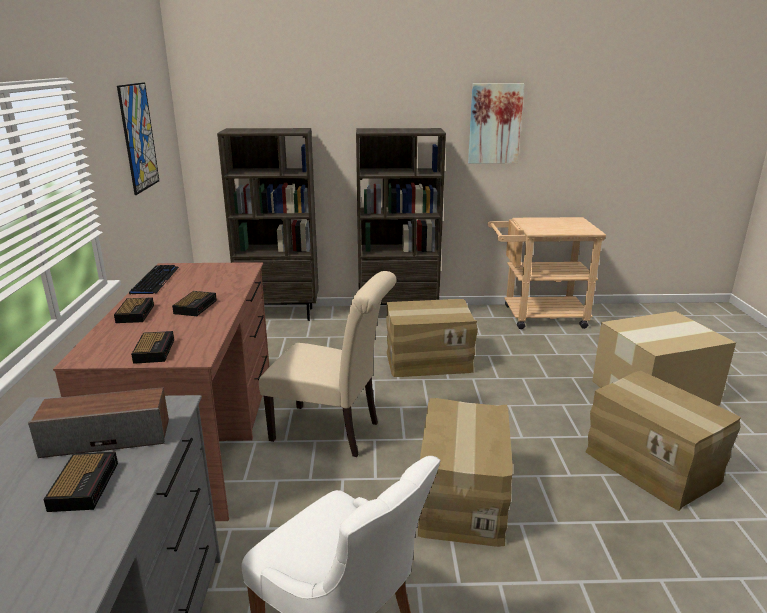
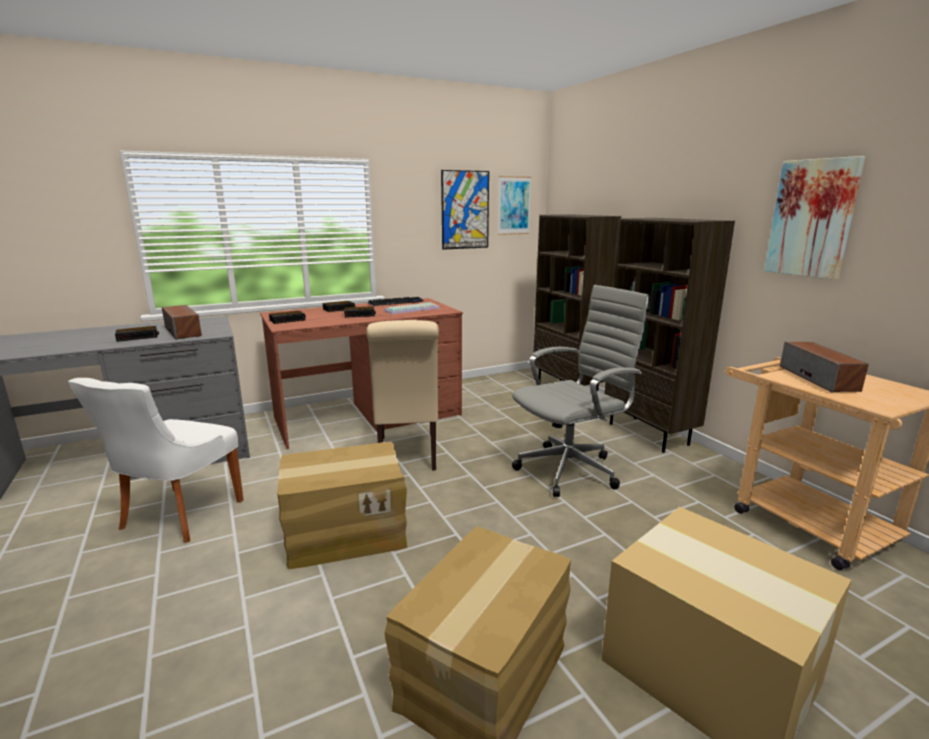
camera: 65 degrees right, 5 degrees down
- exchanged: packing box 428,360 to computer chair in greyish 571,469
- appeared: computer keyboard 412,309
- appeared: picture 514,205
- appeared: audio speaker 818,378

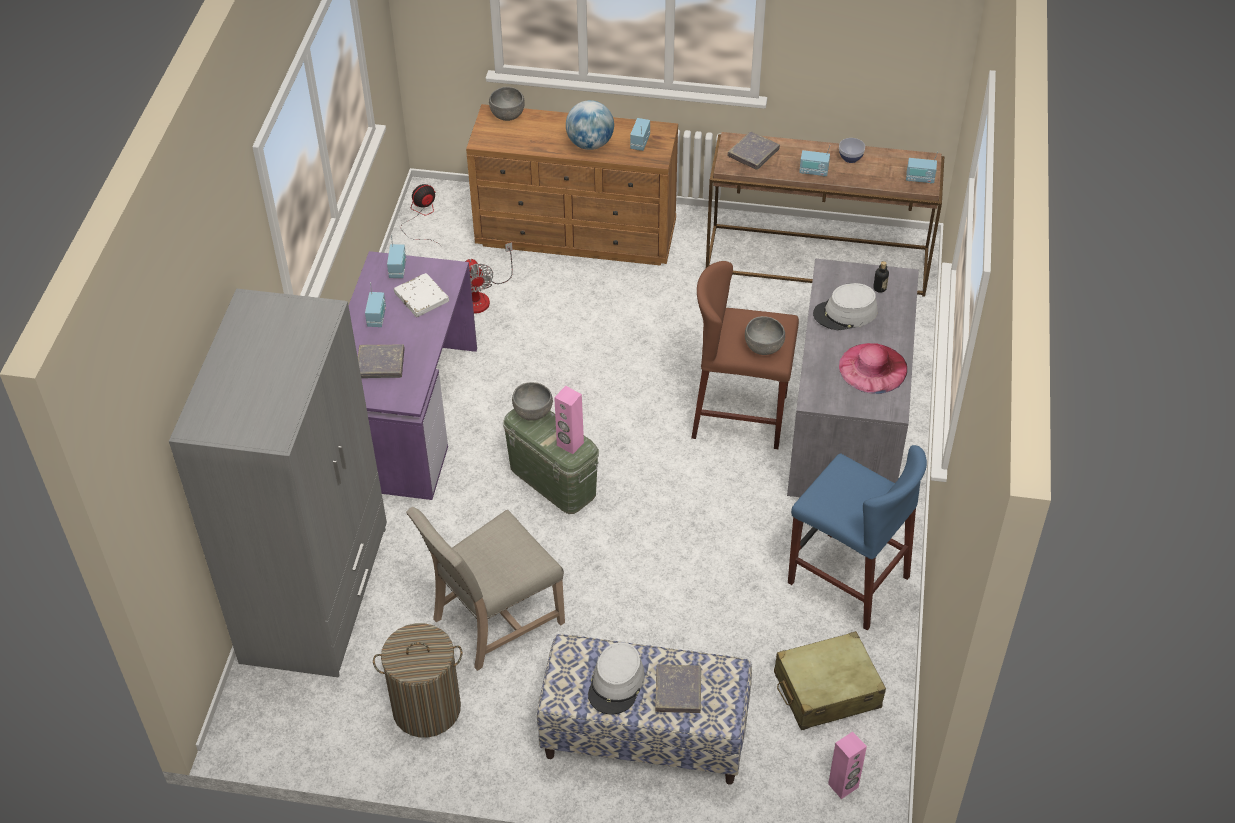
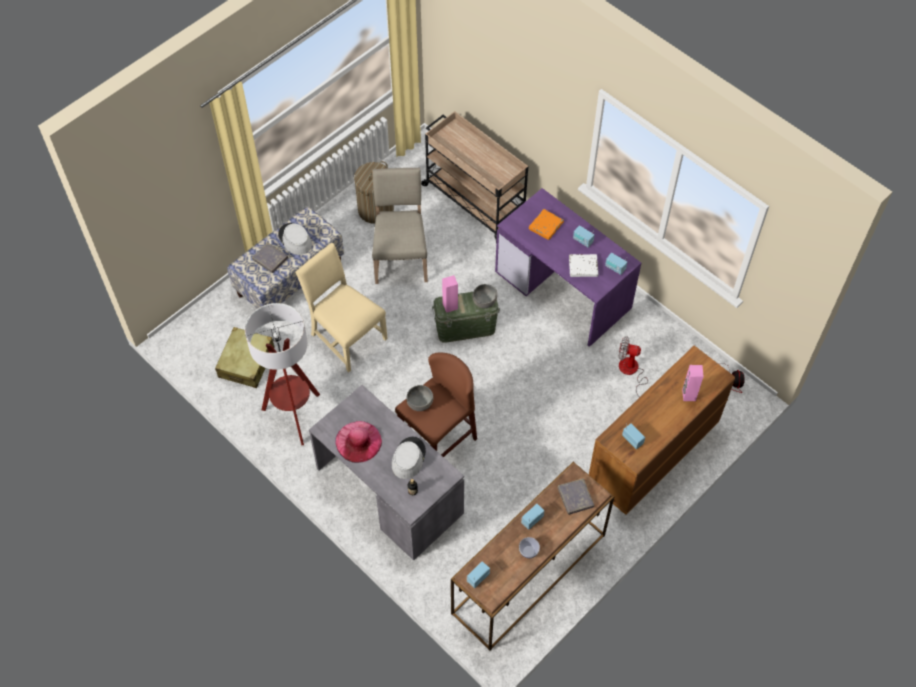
camera: 125 degrees right, 10 degrees up
- exchanged: wardrobe in greyish 317,594 to cart in sand-coloured 474,200
- colour: book in greyish 380,364 to book in orange-coloured 546,226
- missing: serving bowl in greyish 507,116
- missing: desk globe 590,144
- exchanged: stool seat in blue 848,580 to floor lamp 294,416
- relocated: audio speaker in pink 843,786 to 688,395
- appeared: upright chair in sand-coloured 346,336

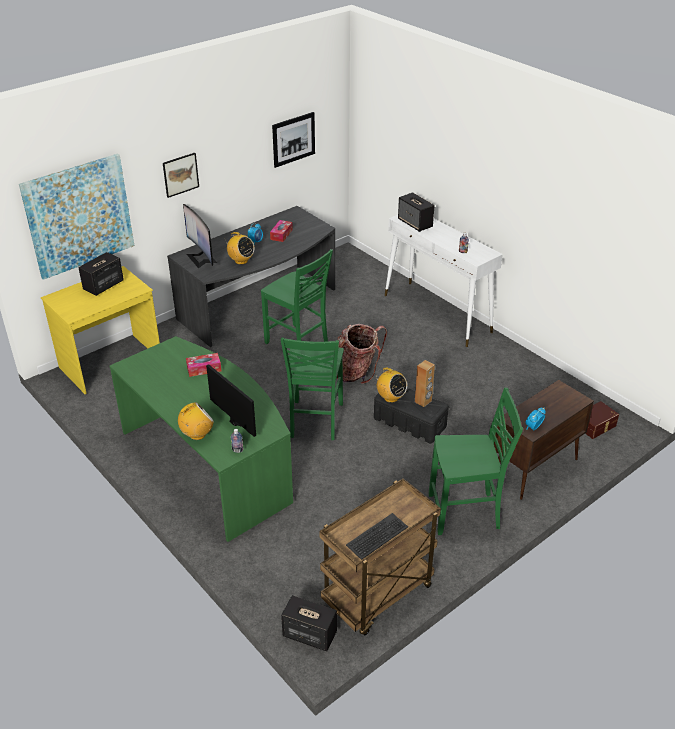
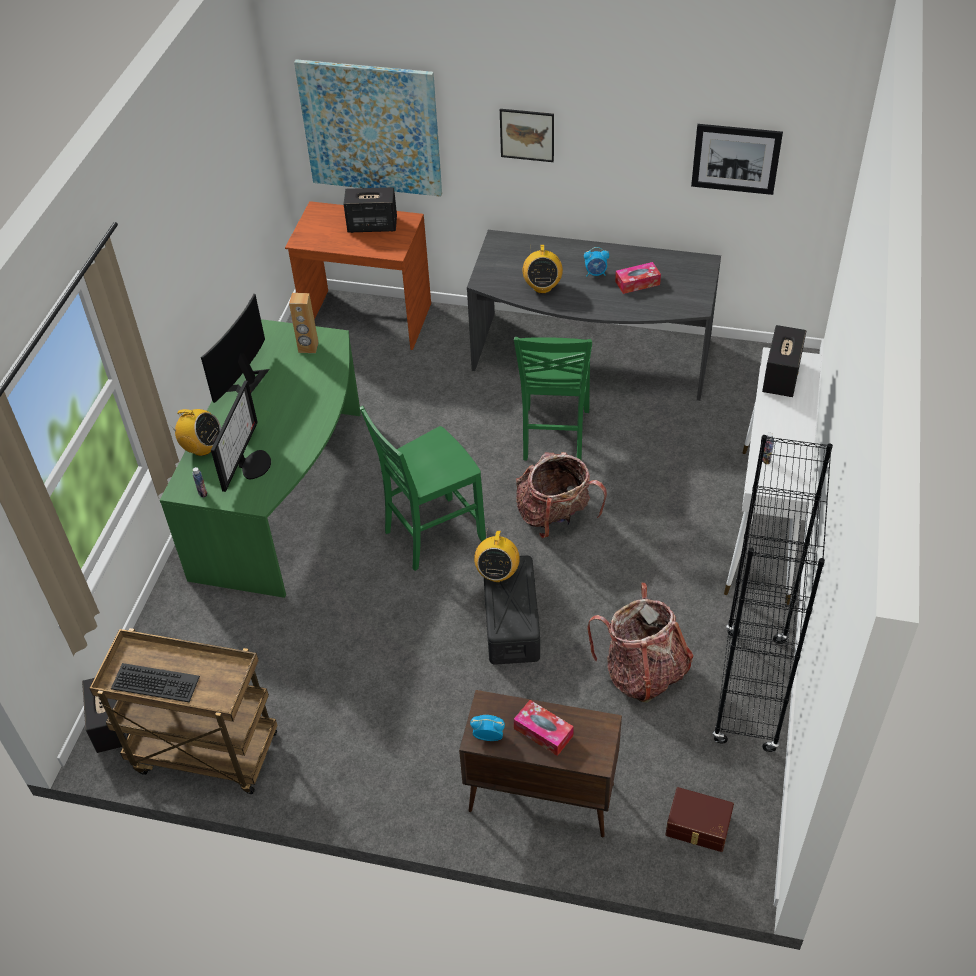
camera: 55 degrees right, 10 degrees up
- colour: desk in yellow 111,364 to desk in brown 367,320
- relocated: computer display 201,258 to 243,381
- relocated: tissue box 204,369 to 543,732
- relocated: audio speaker in brown 423,401 to 308,347
- missing: upright chair in green 465,513
- appeared: backpack 642,672
- appeared: shelving unit in black 750,691

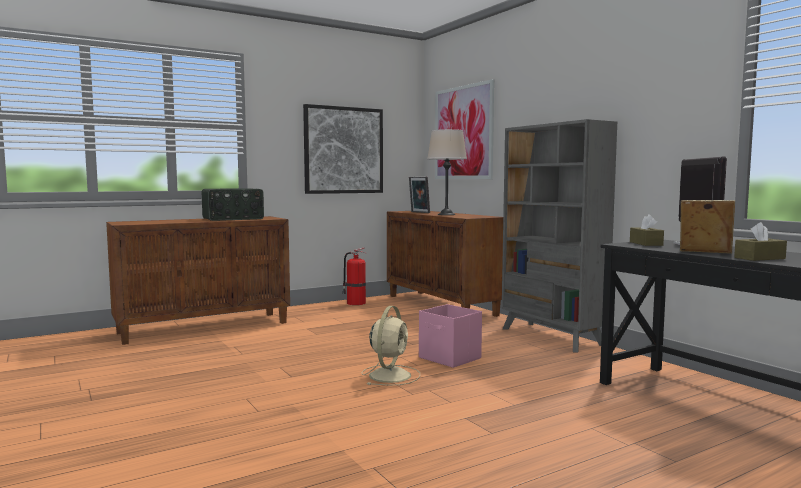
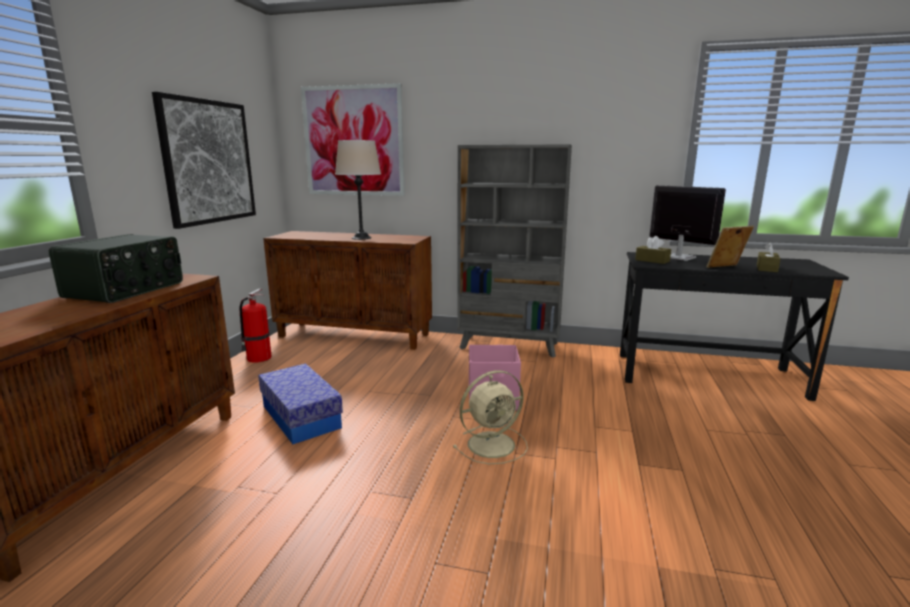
camera: 45 degrees left, 10 degrees up
- spun: cooling fan in sand-coloured 390,375 = 493,444 90 degrees clockwise
- missing: photo frame 419,212
- appeared: storage box 301,417

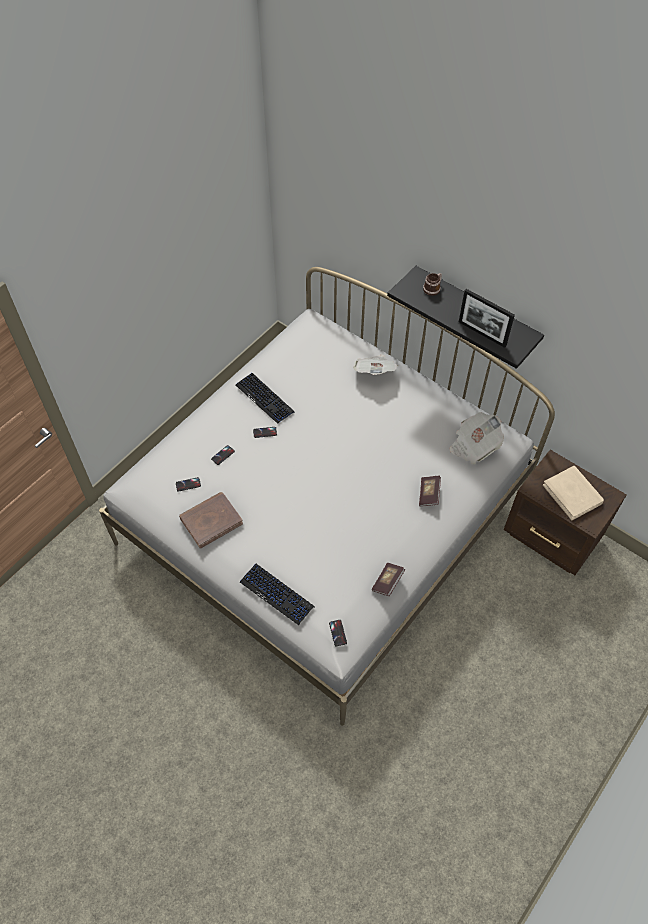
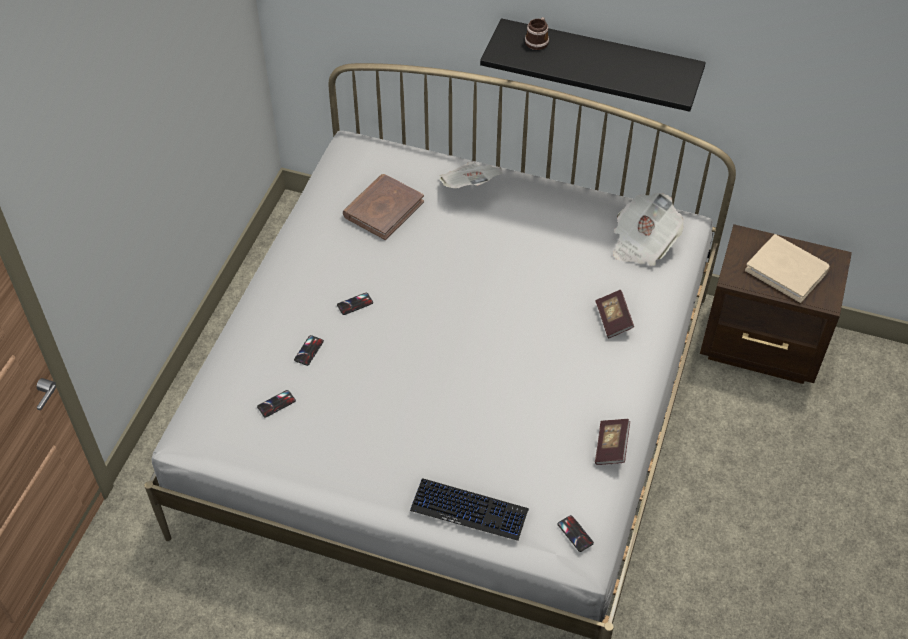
camera: 20 degrees left, 5 degrees down
- relocated: book in brown 211,521 to 383,209
- missing: computer keyboard 265,398
- missing: photo frame 482,333

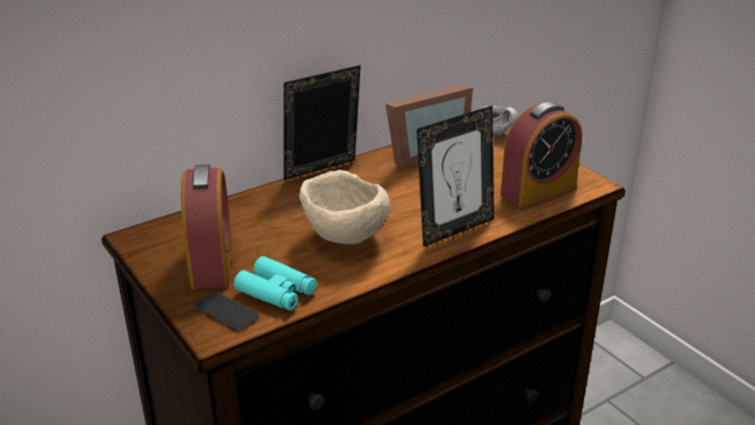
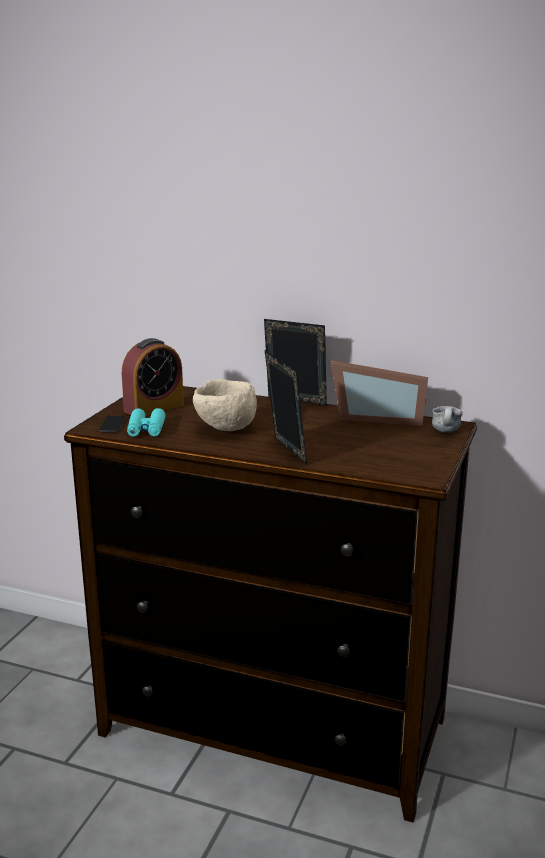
camera: 55 degrees right, 10 degrees down
- spun: photo frame 454,229 = 285,452 135 degrees counterclockwise
- missing: table clock 538,190

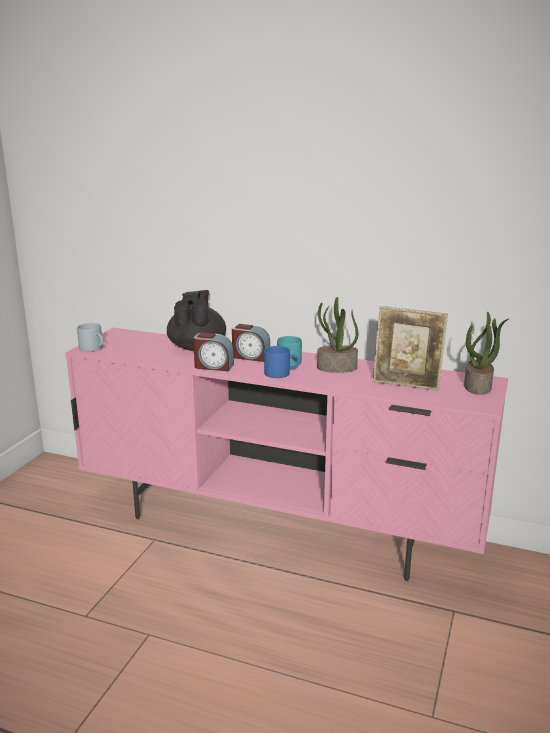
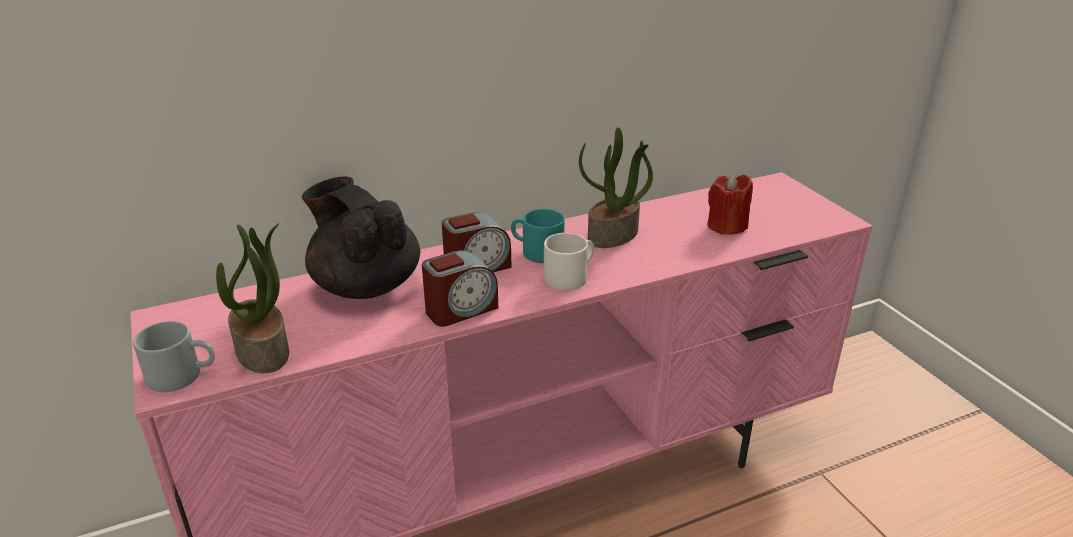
camera: 45 degrees left, 10 degrees up
- colour: tea mug in blue 281,373 to tea mug in white-coloured 570,276
- exchanged: photo frame 406,385 to wax candle in red-coloured 726,226
- relocated: potted plant 478,386 to 264,351

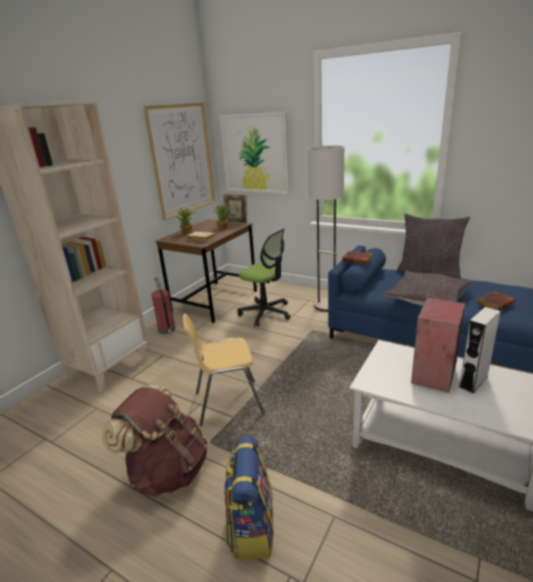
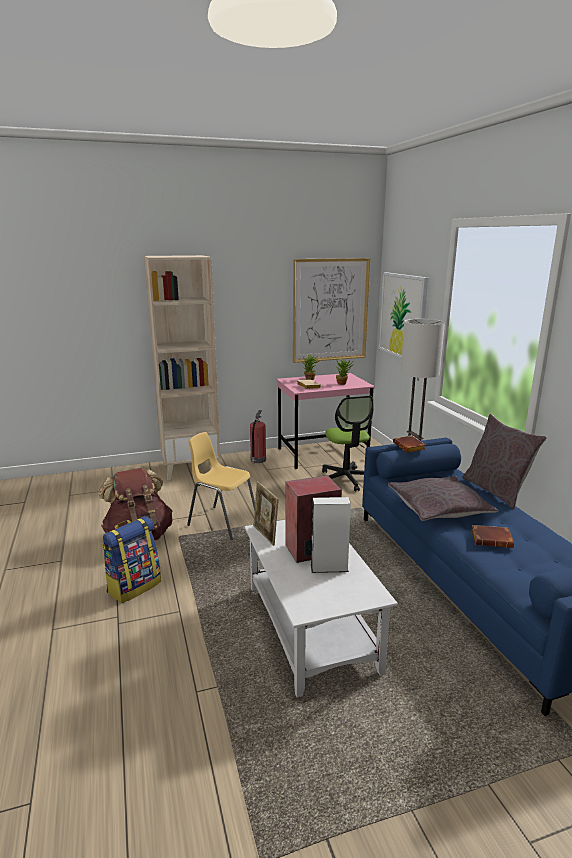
camera: 40 degrees right, 5 degrees down
- colour: desk in brown 215,301 to desk in pink 322,454
- relocated: photo frame 236,223 to 265,535

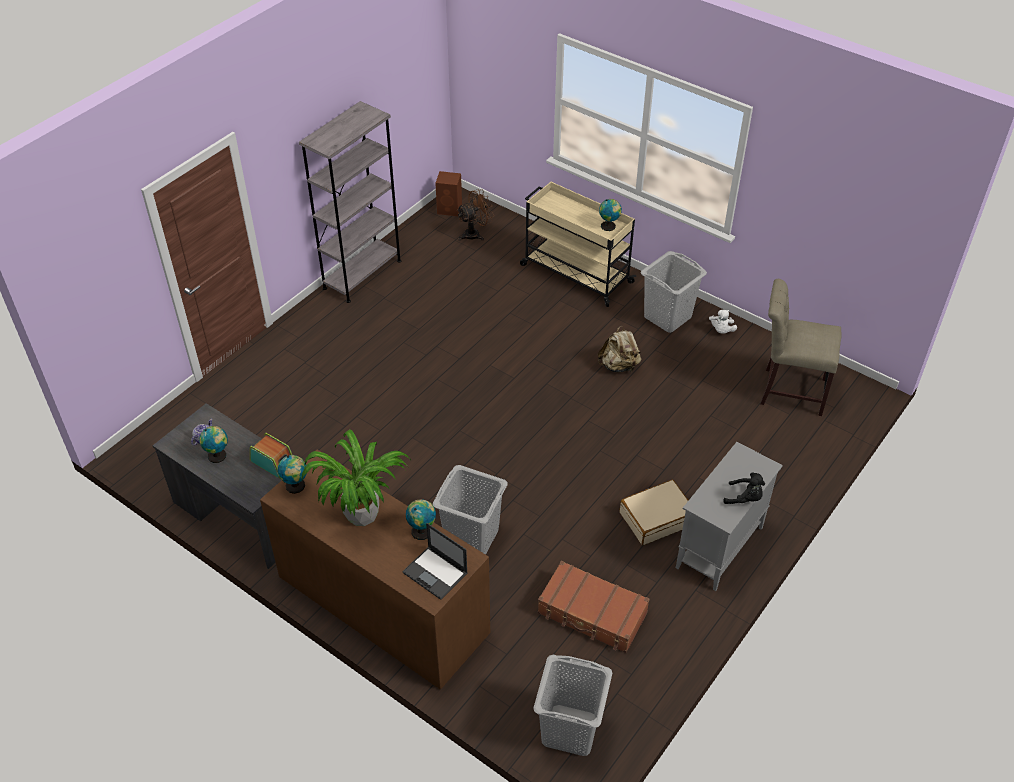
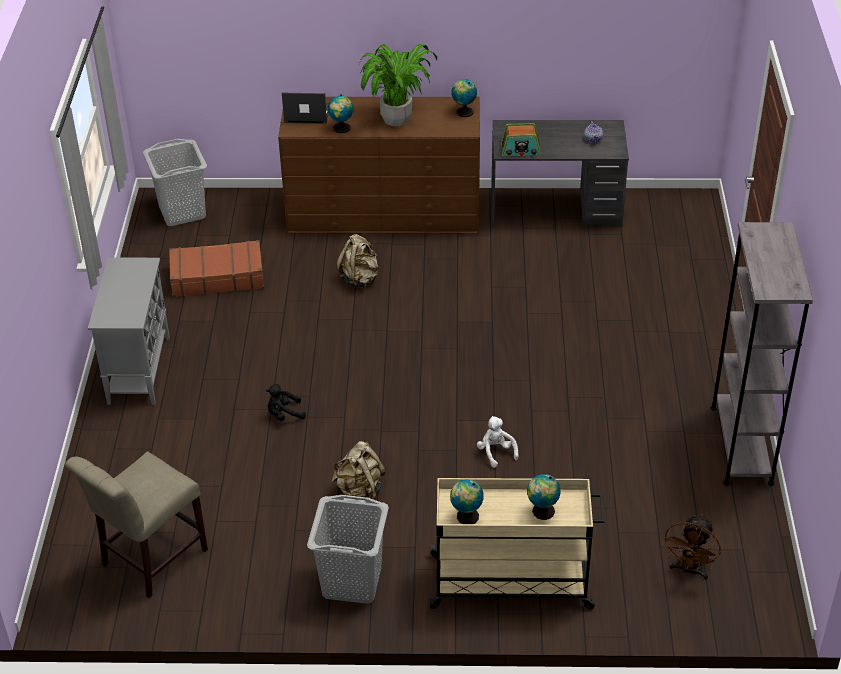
camera: 145 degrees right, 5 degrees down
- relocated: desk globe 218,456 to 542,512
- exchanged: hamper in greyish 472,537 to backpack in sand-coloured 360,279
- missing: audio speaker in brown 450,209
- missing: suitcase in sand-coloured 656,518
- relocated: plush toy in white-coloured 721,330 to 496,452
- relocated: plush toy in black 745,498 to 284,414
- spun: upright chair in sand-coloured 788,390 = 149,560 150 degrees clockwise

